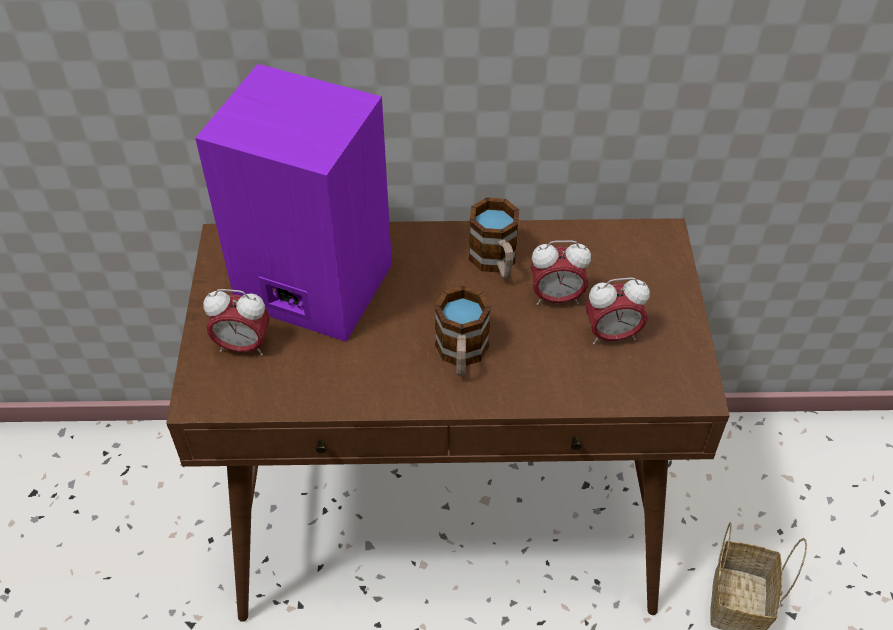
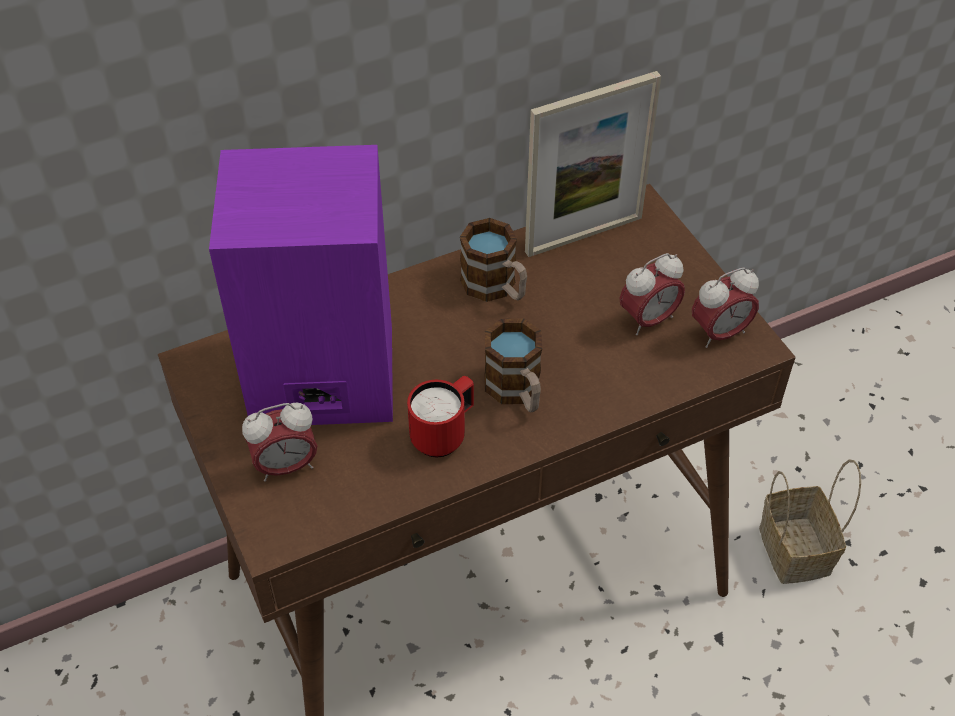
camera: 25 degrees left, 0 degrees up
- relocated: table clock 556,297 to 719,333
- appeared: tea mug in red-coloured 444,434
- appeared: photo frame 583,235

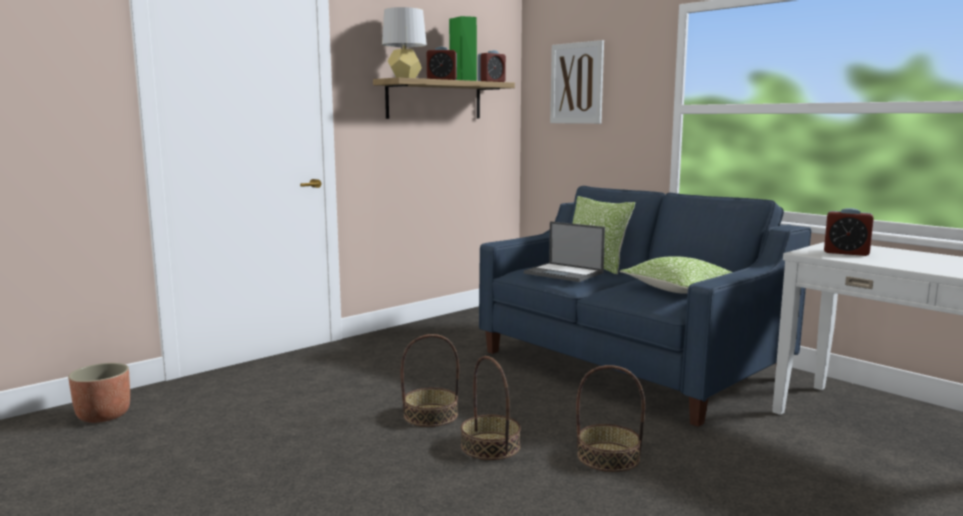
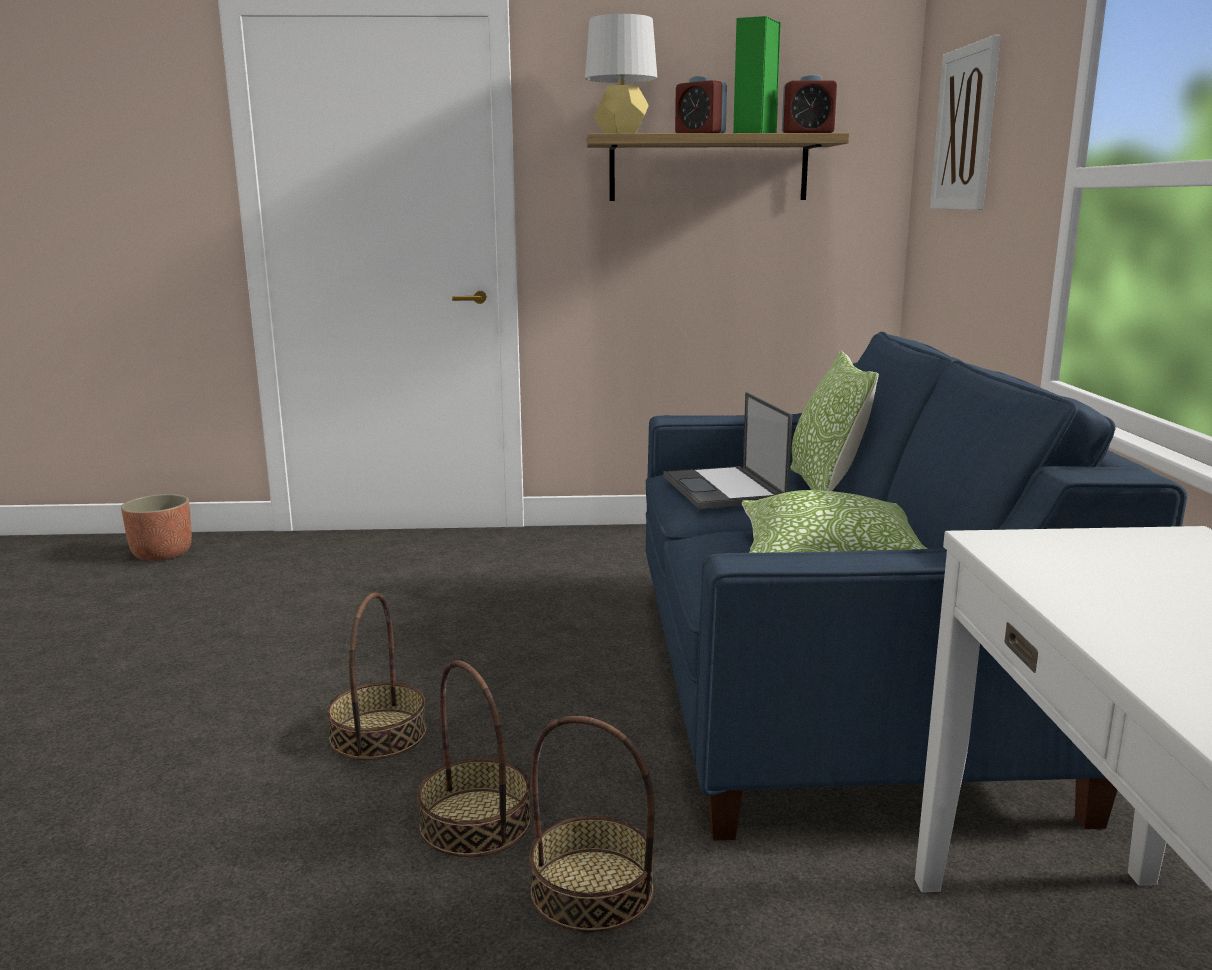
camera: 40 degrees right, 5 degrees up
- relocated: household basket 430,415 to 592,889
- missing: table clock 846,253

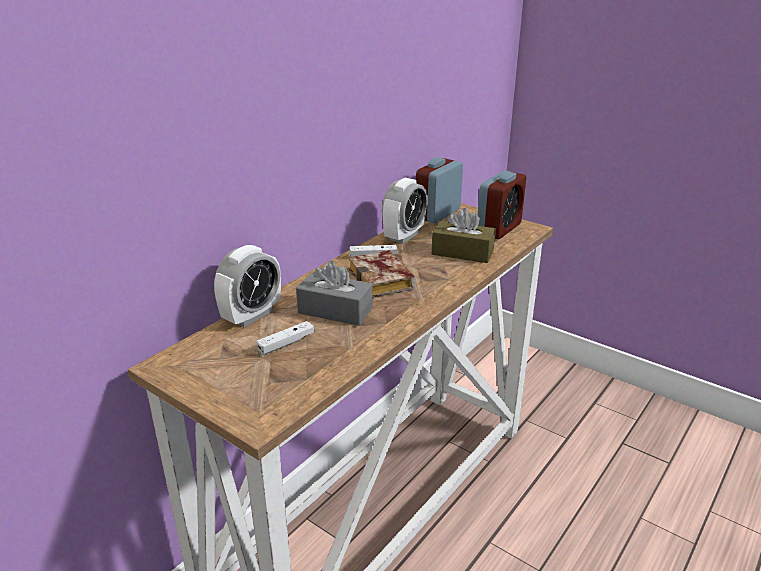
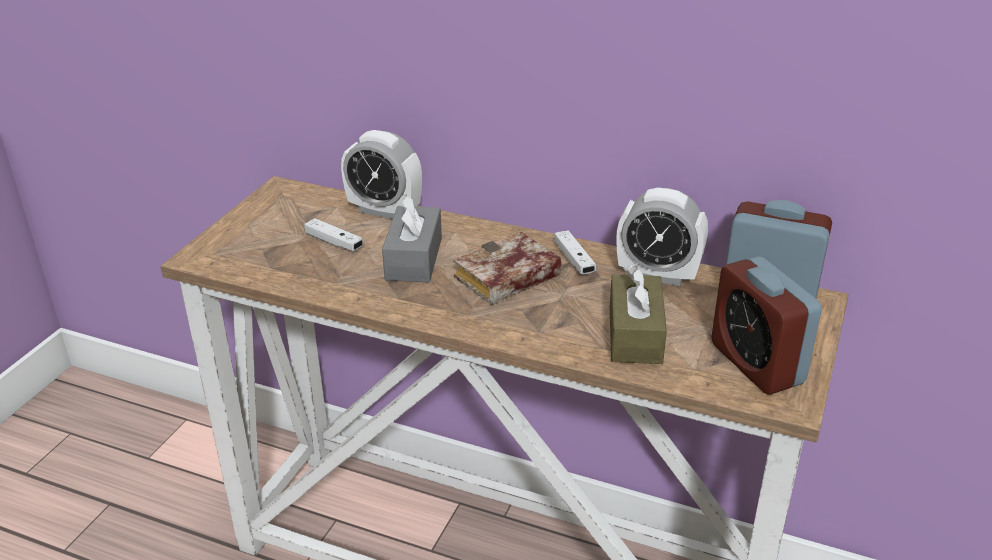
camera: 75 degrees right, 5 degrees up
- spun: table clock 499,229 = 756,363 45 degrees clockwise

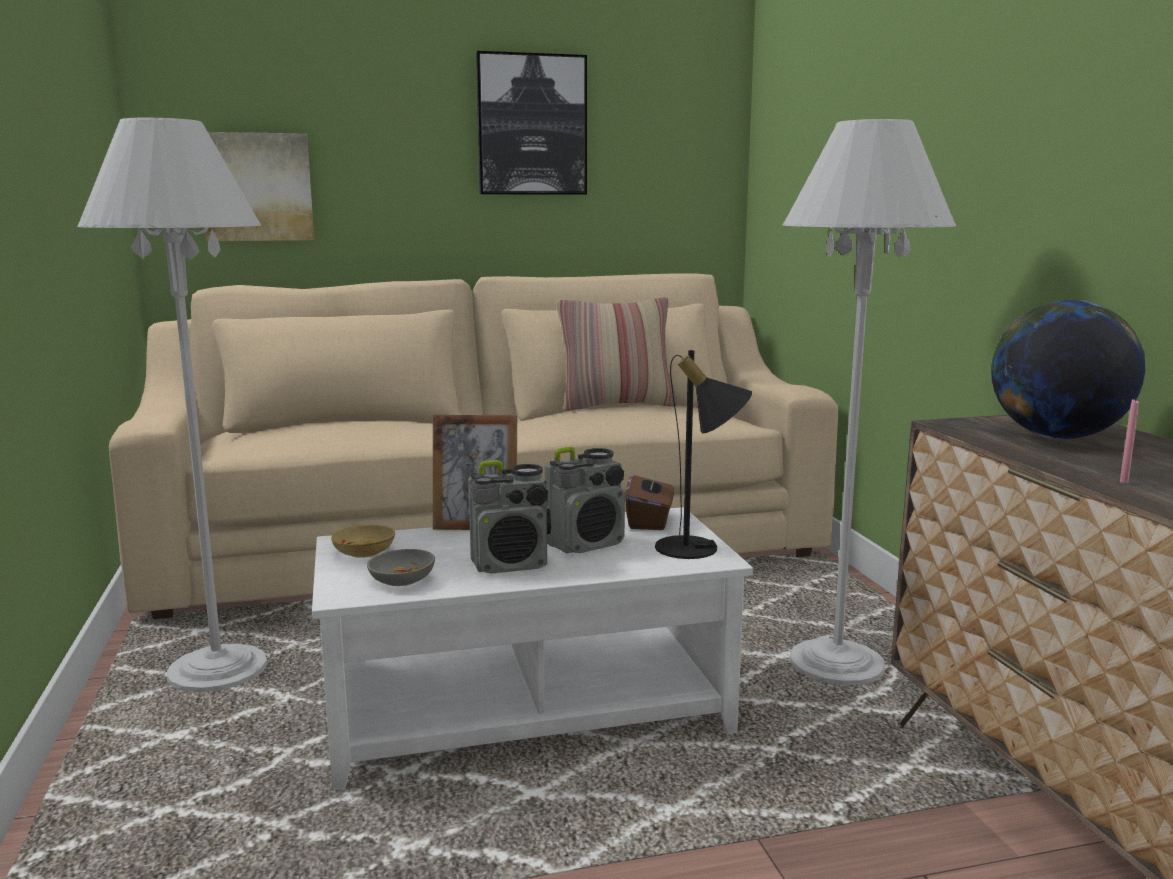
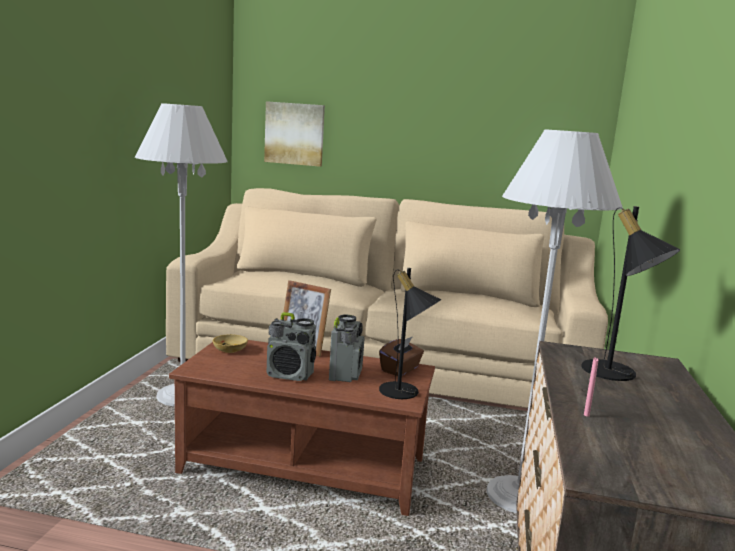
camera: 25 degrees right, 0 degrees up
- colour: low table in white-coloured 528,714 to low table in brown 305,466
- missing: serving bowl in greyish 402,580
- missing: picture 532,125
- spun: radio receiver 587,544 = 345,374 75 degrees counterclockwise
- missing: cushion 616,405
- exchanged: desk globe 1057,437 to tabletop lamp in black 616,374

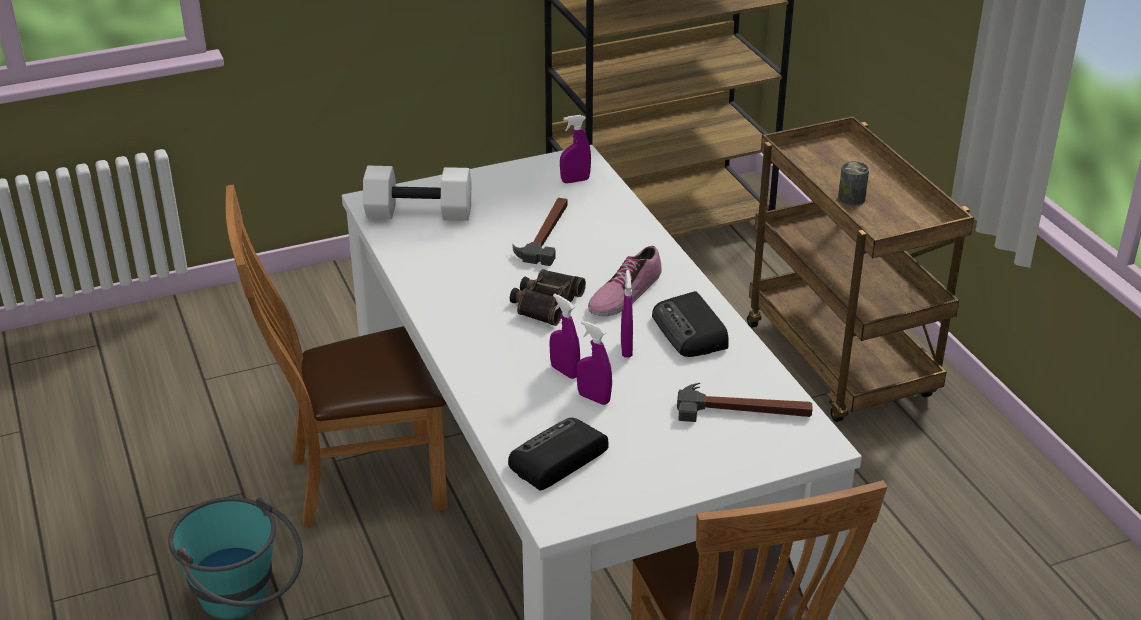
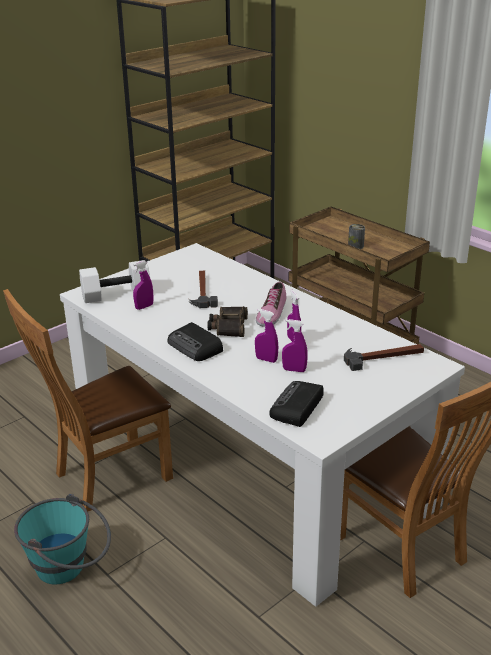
camera: 20 degrees left, 5 degrees down
- relocated: sprayer in purplish 575,180 to 144,307
- relocated: radio receiver 690,332 to 195,347

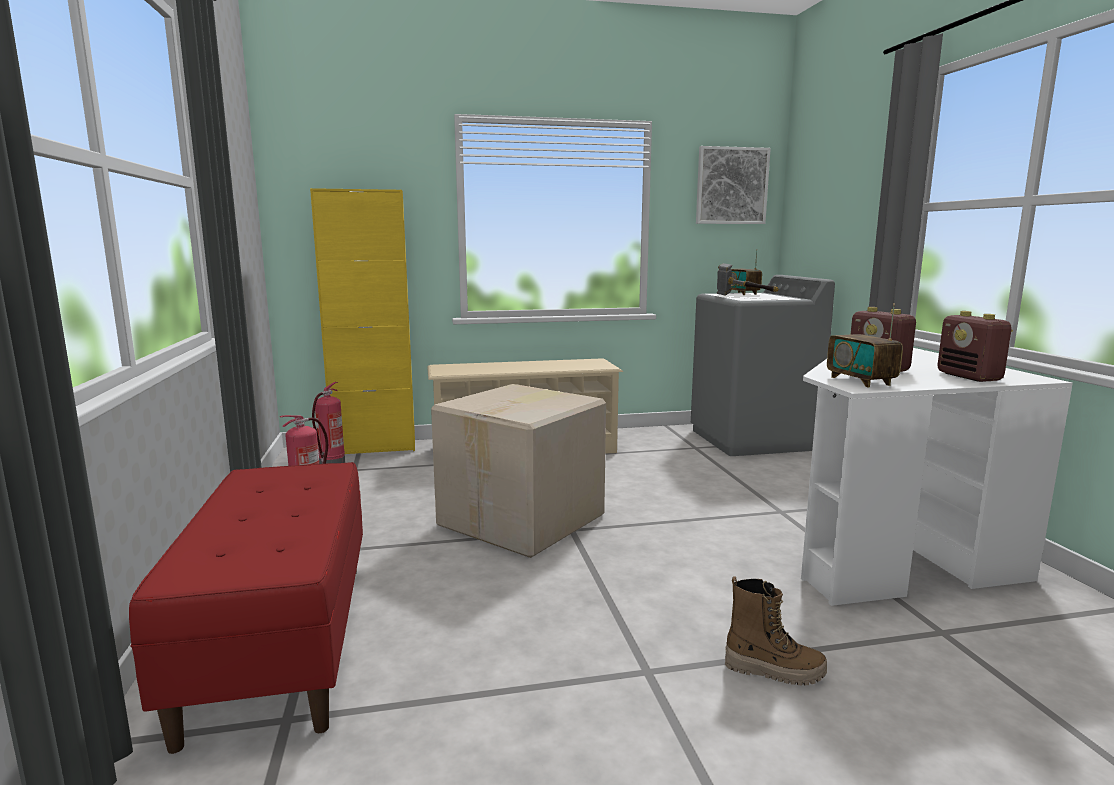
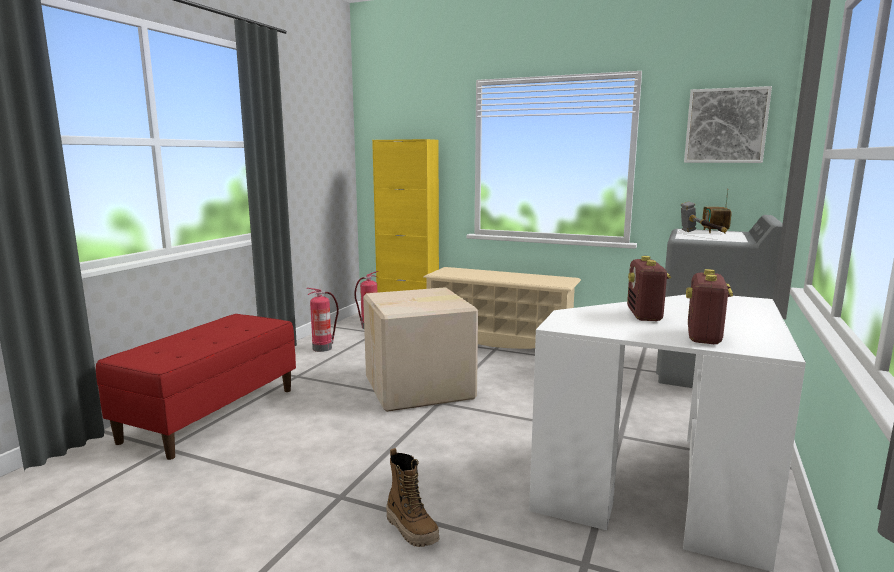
camera: 35 degrees right, 0 degrees up
- missing: radio receiver 860,381

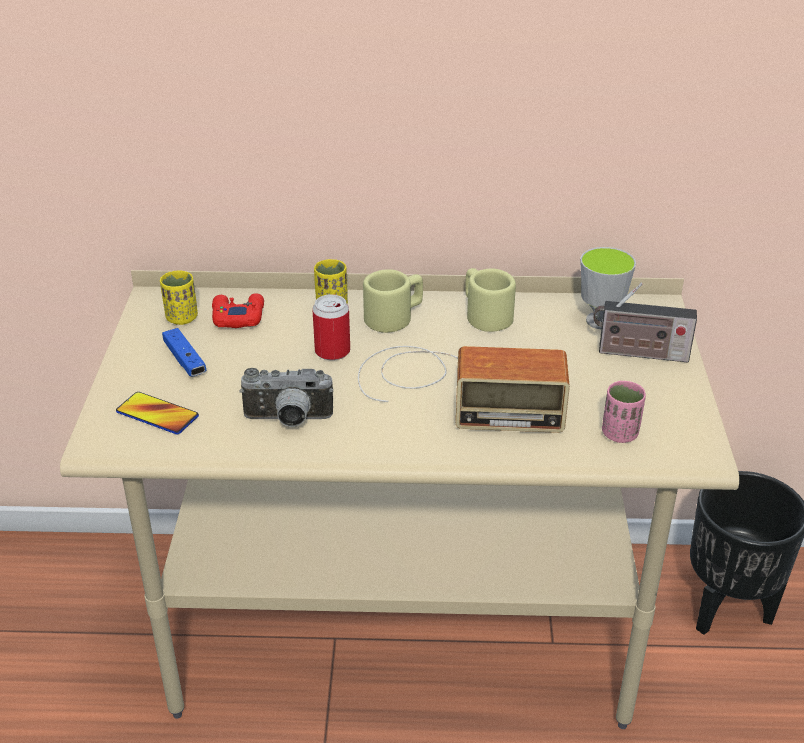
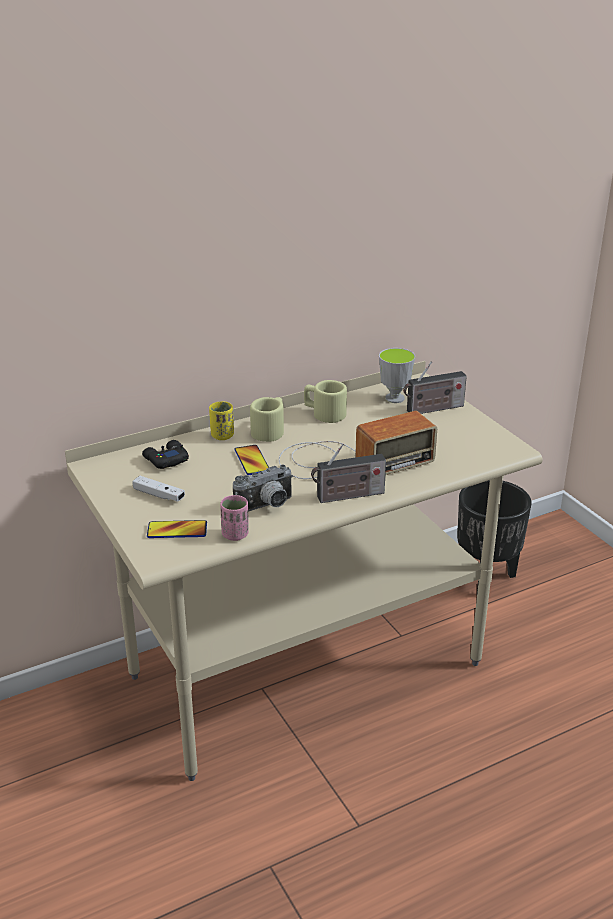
camera: 30 degrees left, 5 degrees down
- missing: small cup in yellow 182,318
- colour: gamepad in blue 185,360 to gamepad in white-coloured 159,495
- colour: gamepad in red-coloured 238,316 to gamepad in black 165,459
- exchanged: can 332,351 to handset 252,461
- relocated: small cup in pink 620,434 to 235,535
- appeared: radio receiver 347,496

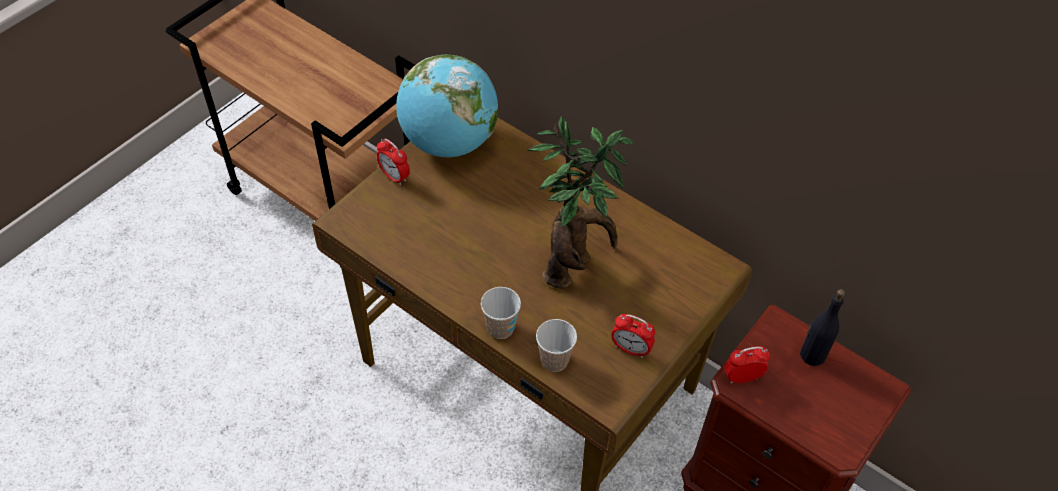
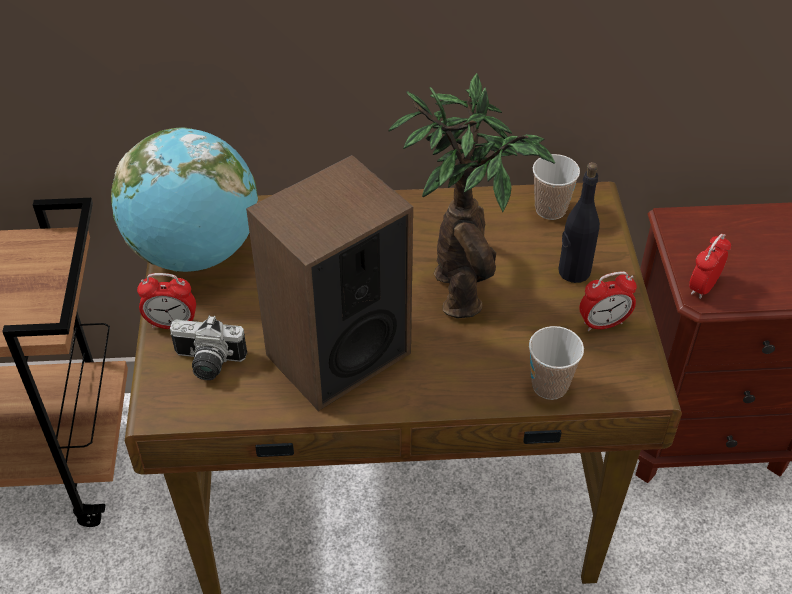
camera: 40 degrees left, 5 degrees down
- relocated: small cup 500,328 to 550,209
- relocated: drink bottle in black 812,355 to 573,271
- appeared: still camera 207,364
- appeared: audio speaker 337,354

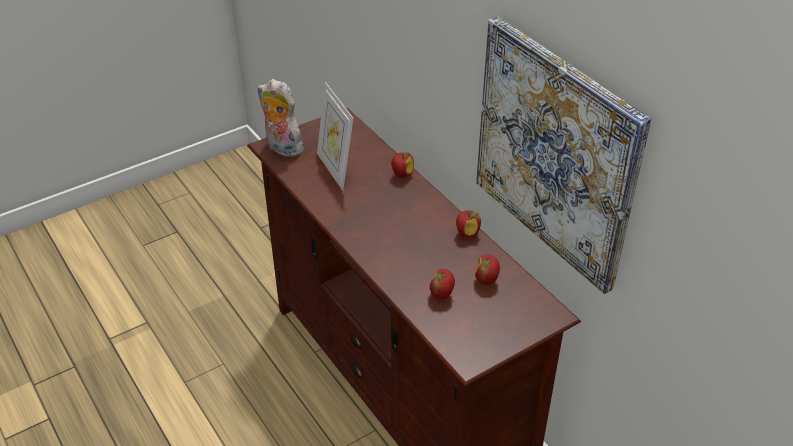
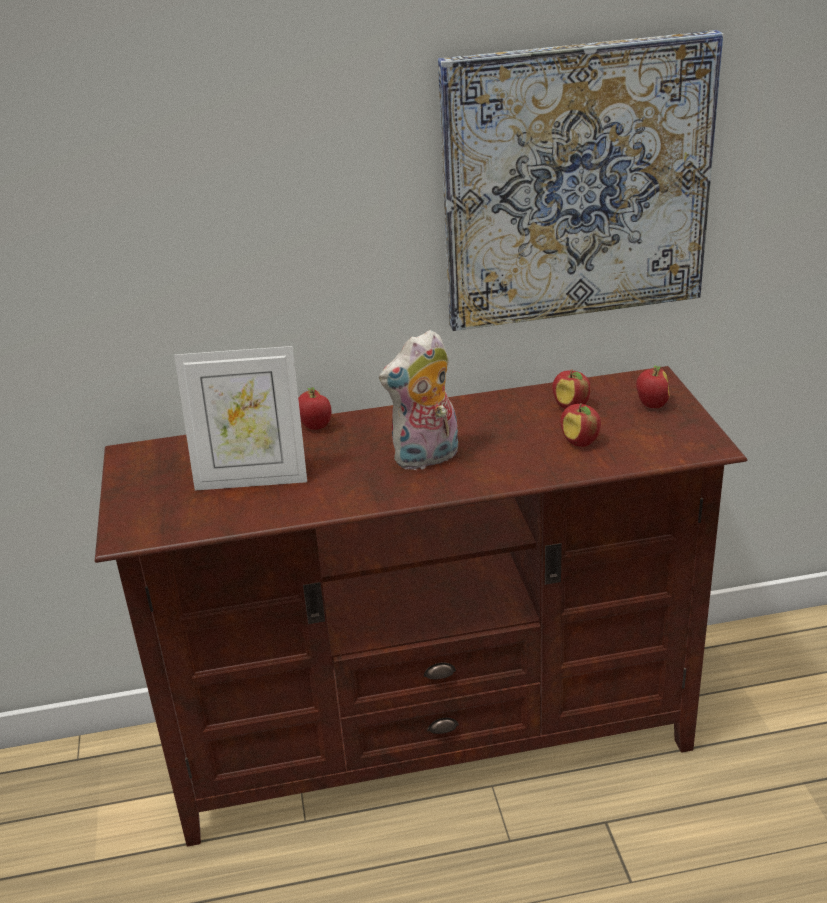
camera: 65 degrees left, 10 degrees down
- relocated: plush toy 281,148 to 426,458
- relocated: apple 467,233 to 651,405

